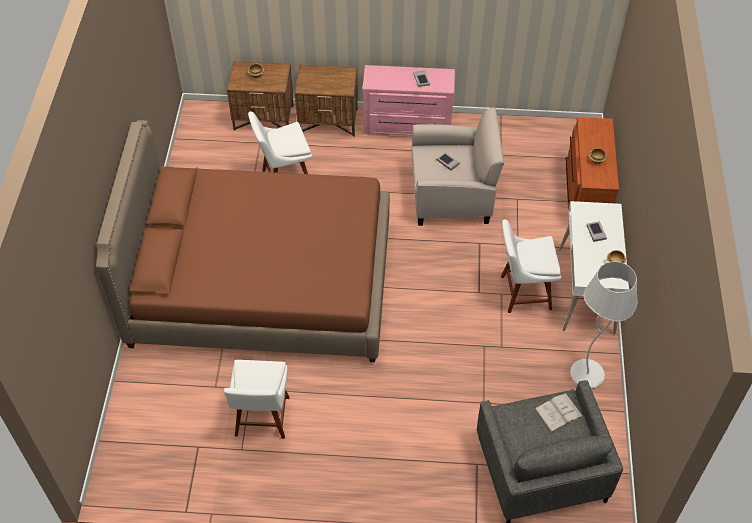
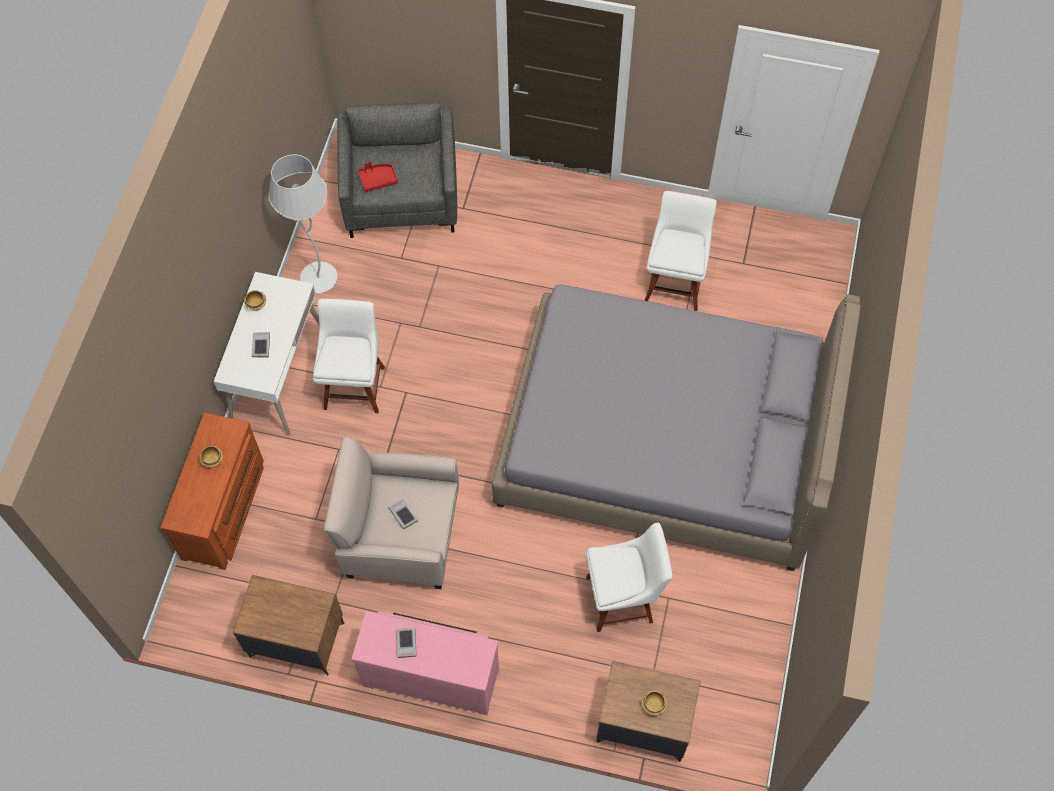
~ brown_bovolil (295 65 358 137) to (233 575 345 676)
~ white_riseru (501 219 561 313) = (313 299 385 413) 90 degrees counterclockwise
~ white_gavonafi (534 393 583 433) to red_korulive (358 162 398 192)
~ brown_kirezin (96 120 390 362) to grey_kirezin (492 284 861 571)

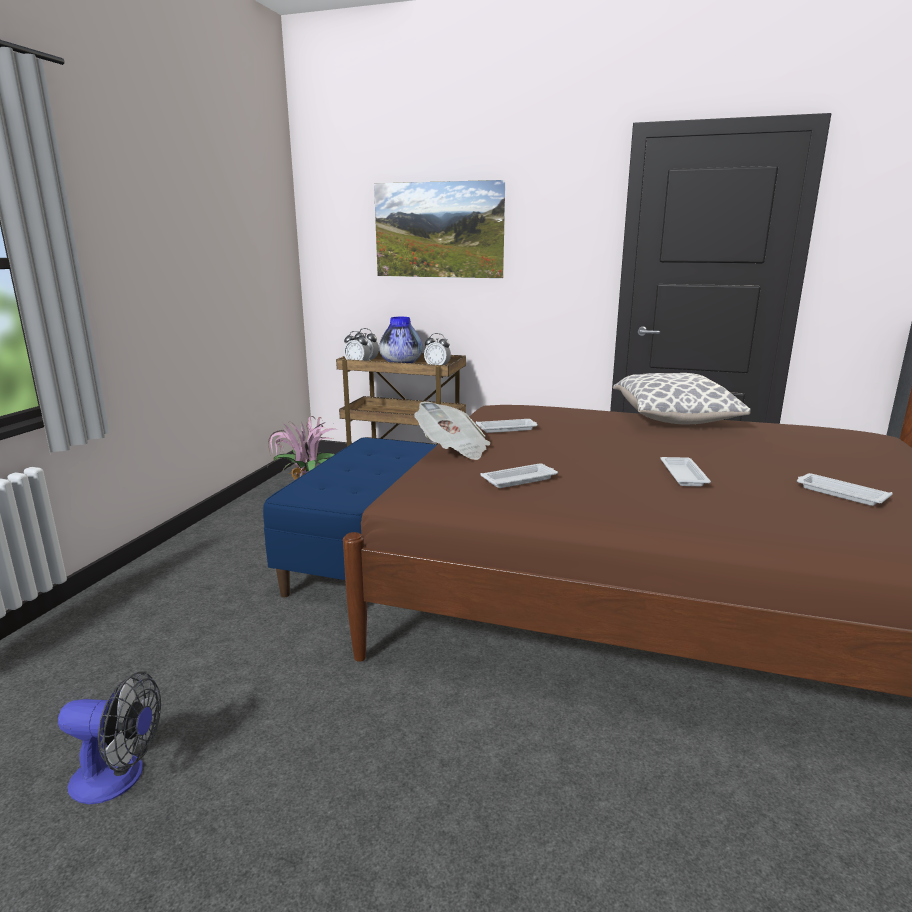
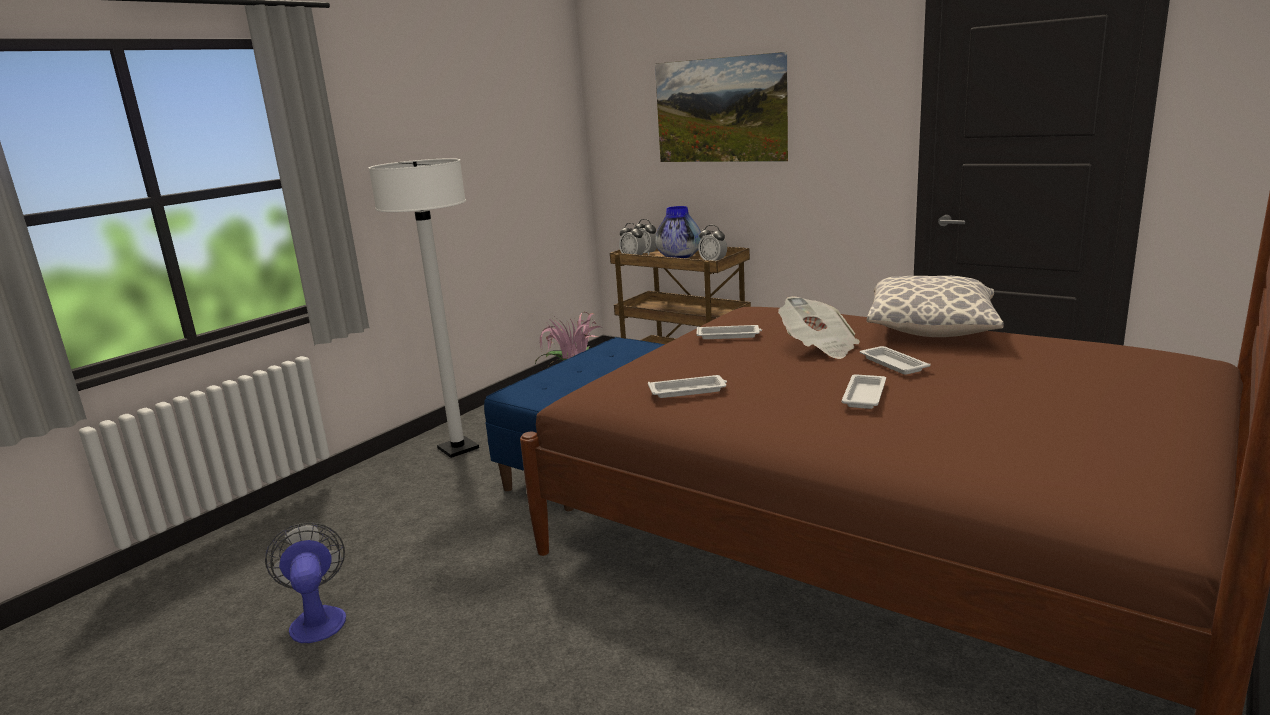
~ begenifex (58 671 161 804) = (265 522 346 643) 135 degrees counterclockwise
+ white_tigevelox (369 158 479 458)
~ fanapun (414 401 490 460) to (778 296 860 359)
~ white_korulive (797 473 893 506) to (860 346 931 375)

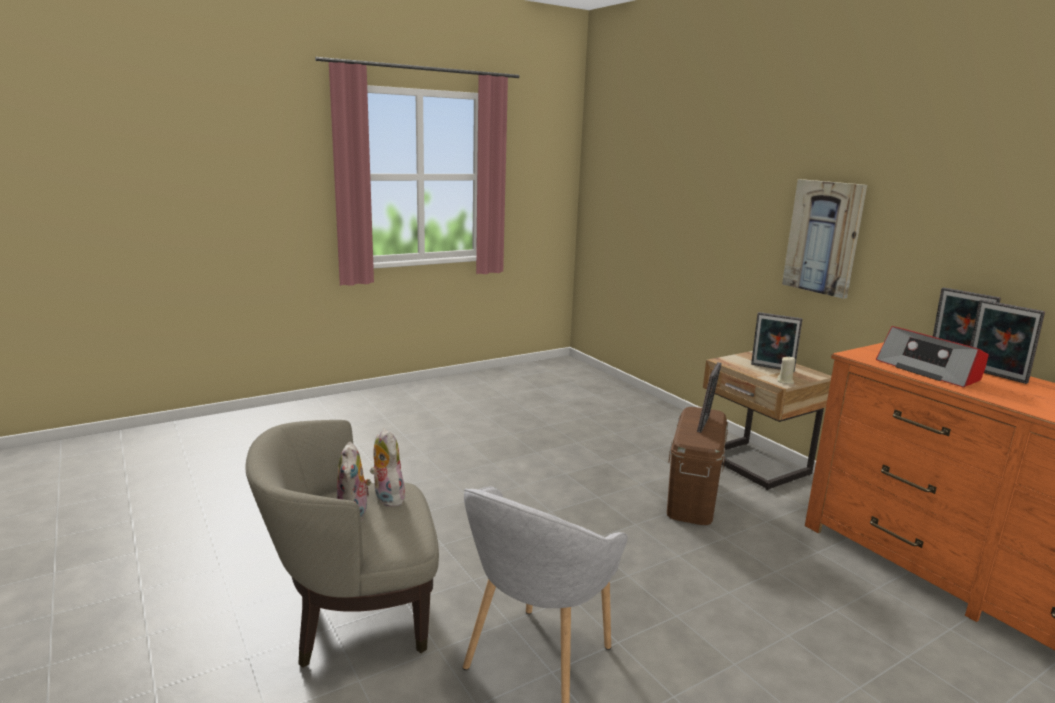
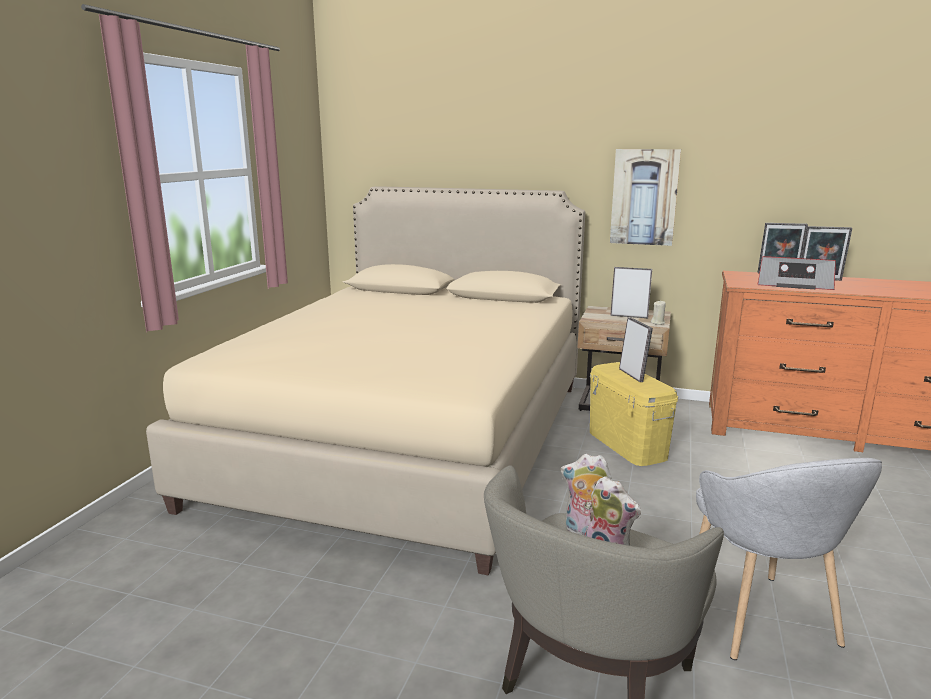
+ beige_kirezin (146 186 585 575)
~ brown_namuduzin (667 407 728 525) to yellow_namuduzin (590 362 678 466)
~ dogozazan (751 312 803 371) = (610 267 652 318) 150 degrees counterclockwise

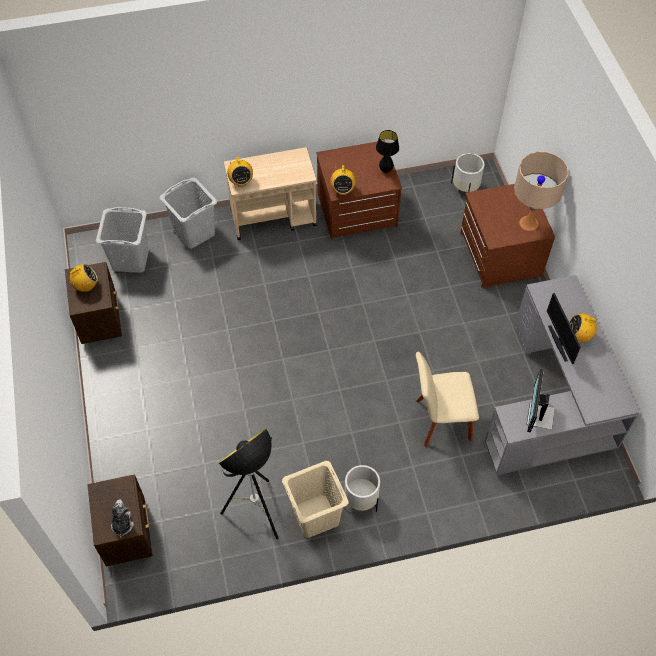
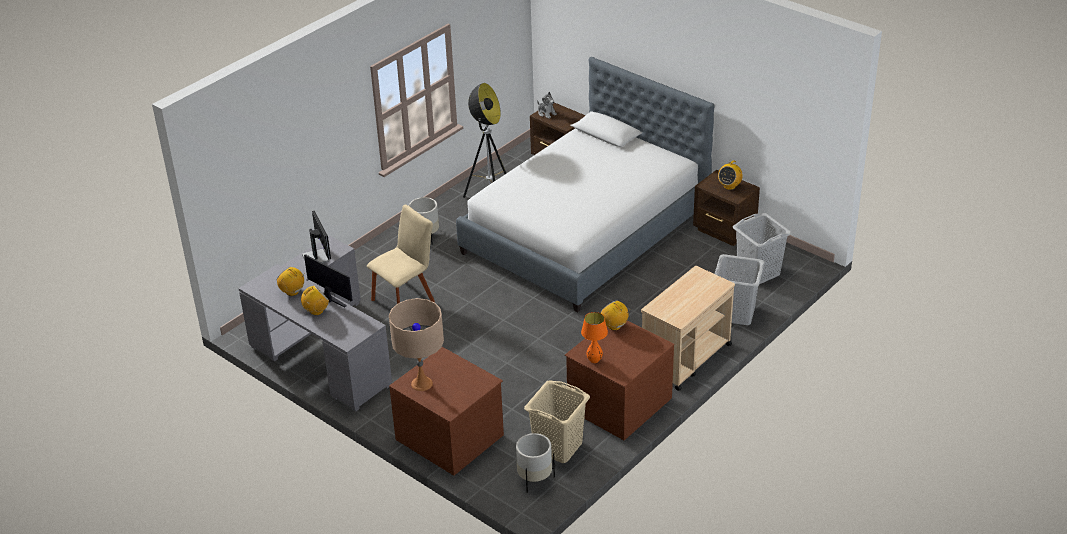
~ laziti (227 157 253 187) to (277 267 305 296)
+ kirezin (456 57 714 313)
~ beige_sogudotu (282 461 348 538) to (524 380 590 463)
~ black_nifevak (376 130 399 173) to orange_nifevak (581 312 608 363)

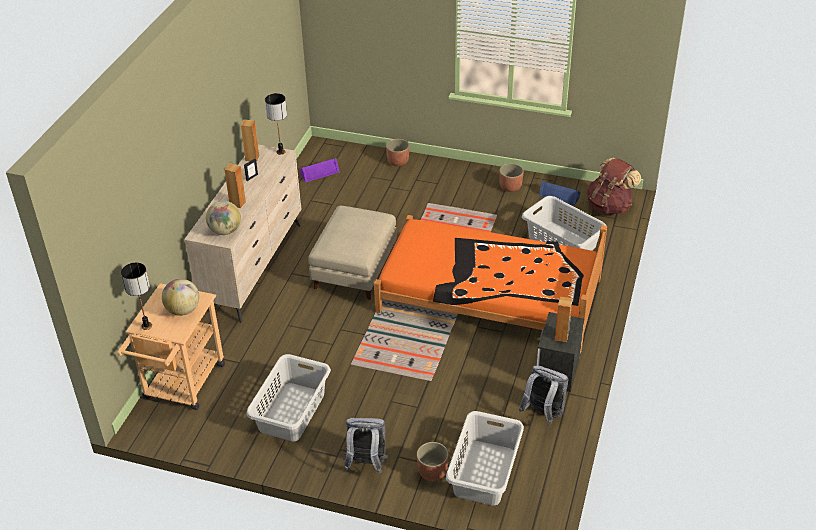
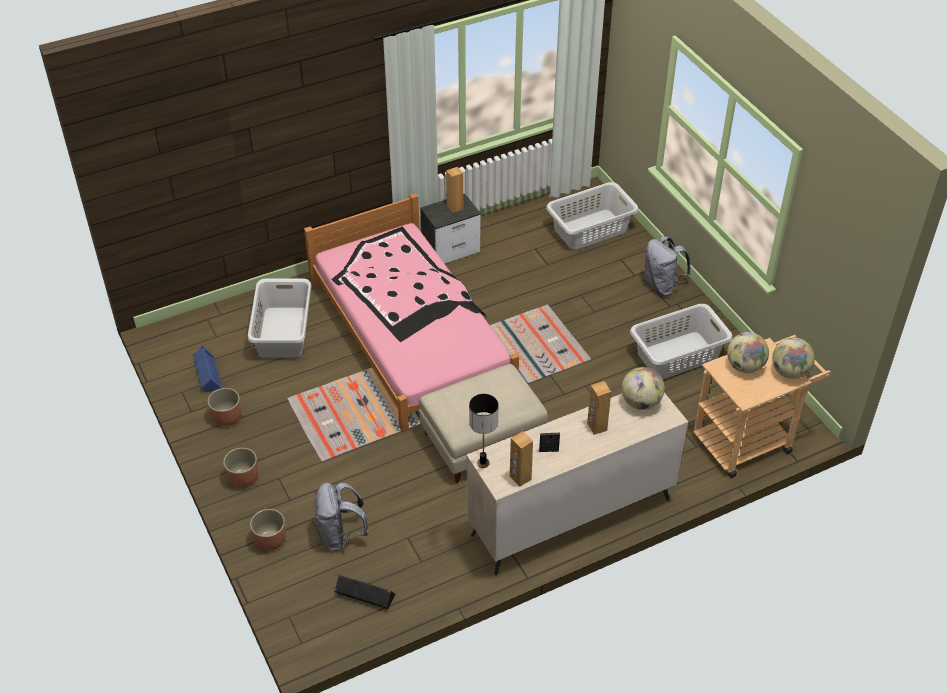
~ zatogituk (417 442 449 481) to (223 448 258 488)
~ orange_kirezin (374 215 607 353) to pink_kirezin (304 193 519 431)
~ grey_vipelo (519 366 569 424) to (315 483 369 551)
~ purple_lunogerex (300 158 340 182) to black_lunogerex (335 575 396 609)
~ nifevak (121 263 152 330) to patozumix (772 338 815 379)
- brown_vipelo (587 158 641 215)

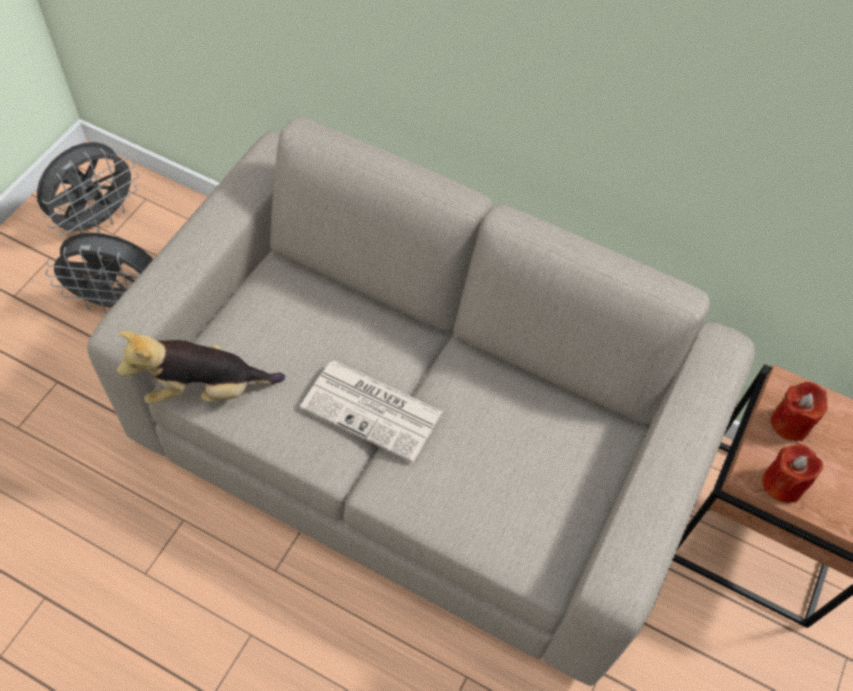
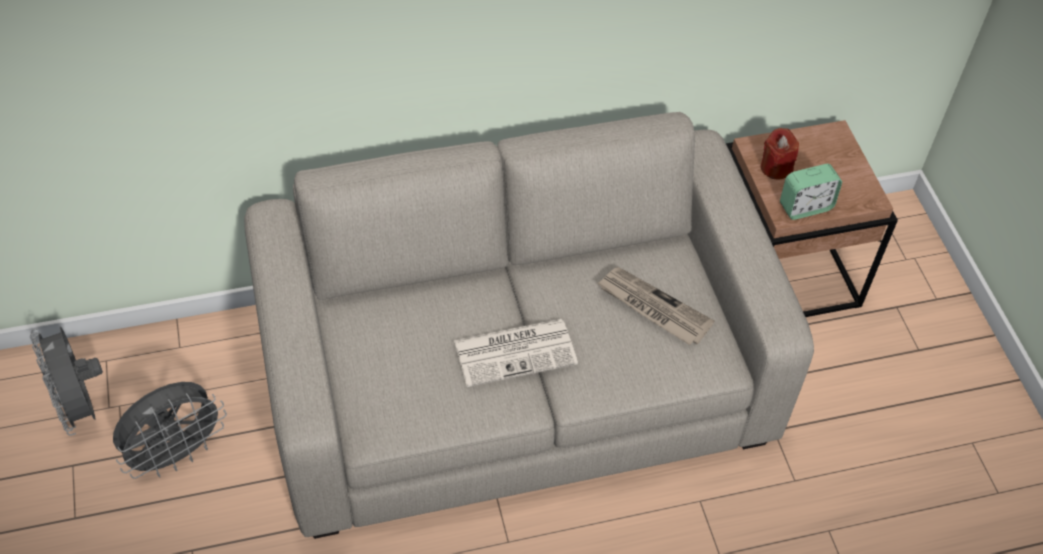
~ grey_begenifex (37 142 139 236) = (30 326 103 436) 150 degrees clockwise
+ fanapun (597 267 714 345)
~ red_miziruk (762 444 823 503) to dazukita (780 164 842 220)
- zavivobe (117 331 285 405)

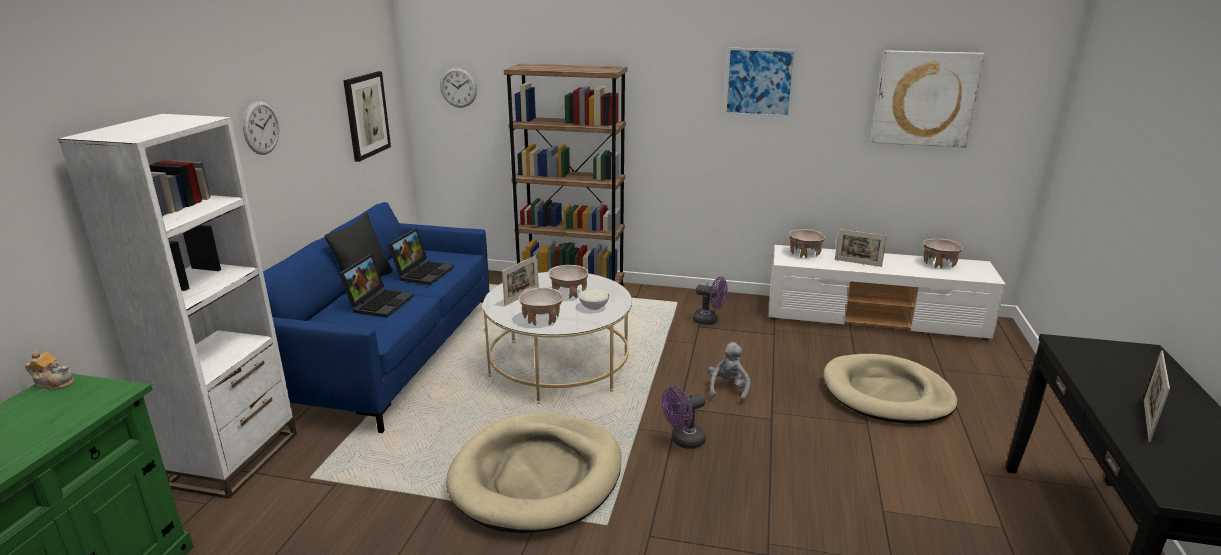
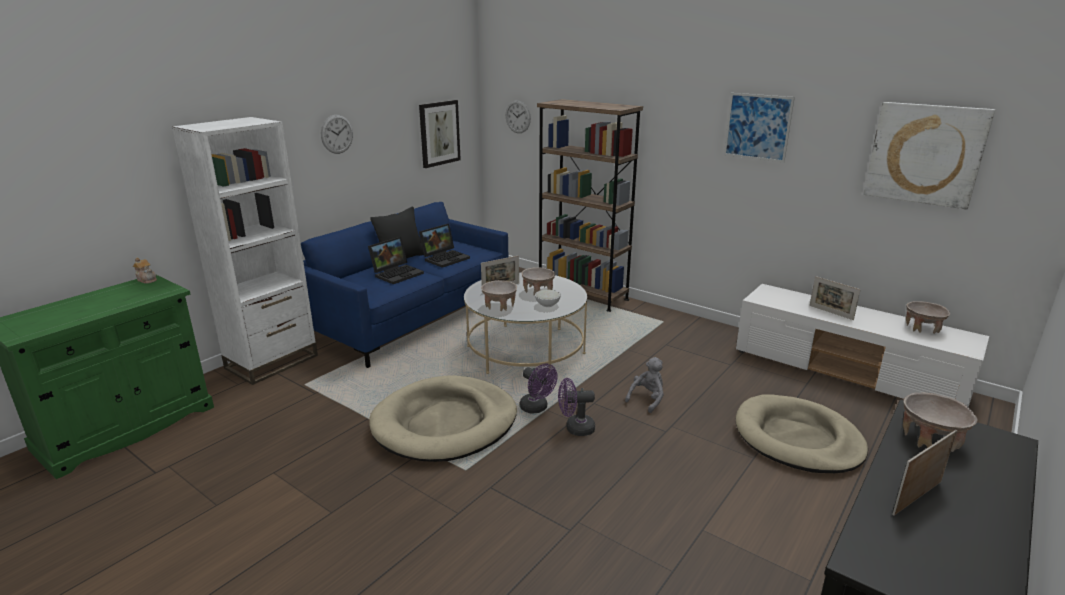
~ purple_begenifex (693 276 728 325) to (520 363 558 413)
~ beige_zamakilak (789 229 826 258) to (903 393 977 452)

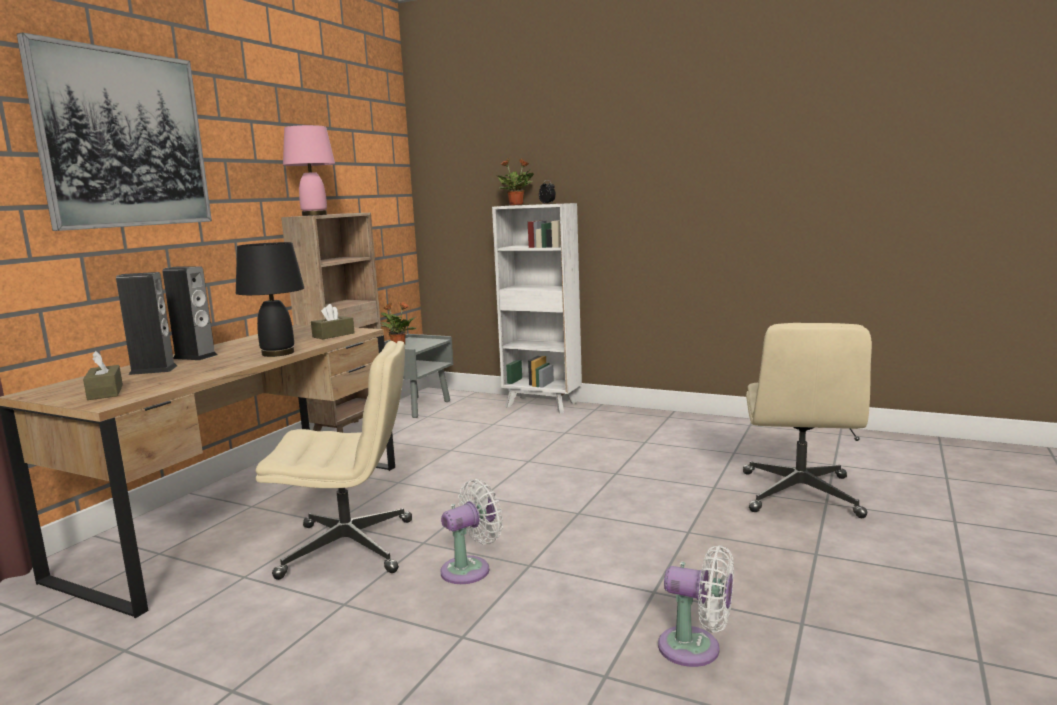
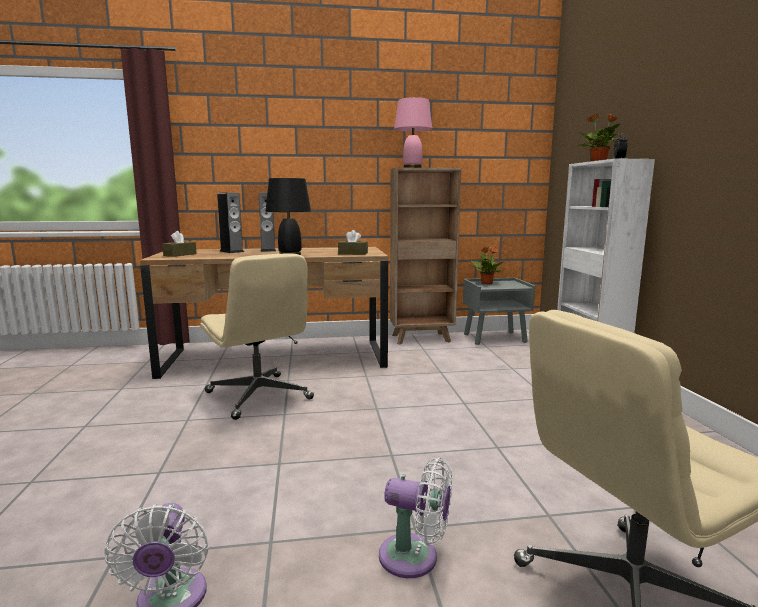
~ white_begenifex (440 479 503 584) to (379 458 452 578)
- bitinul (17 32 212 231)

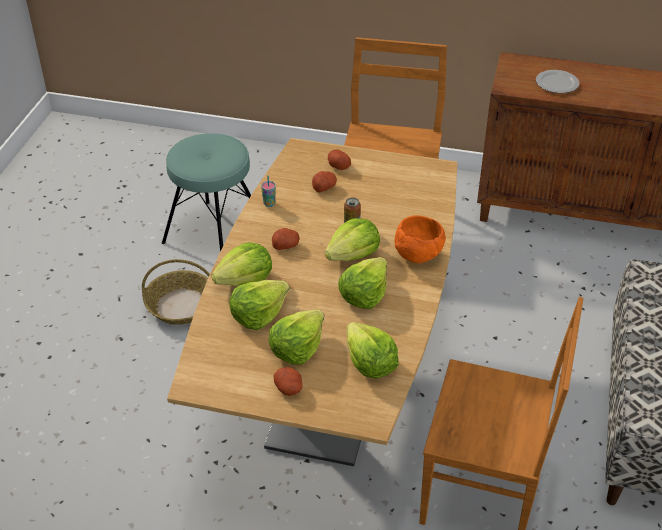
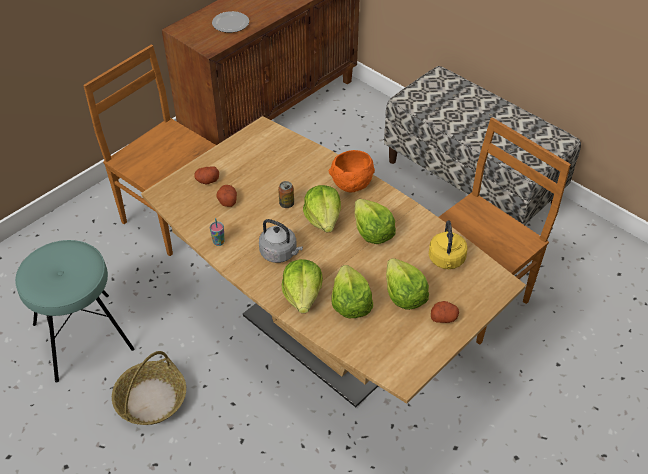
~ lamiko (272 228 300 250) to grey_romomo (259 219 303 263)
~ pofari (347 322 399 378) to yellow_romomo (429 221 468 269)

